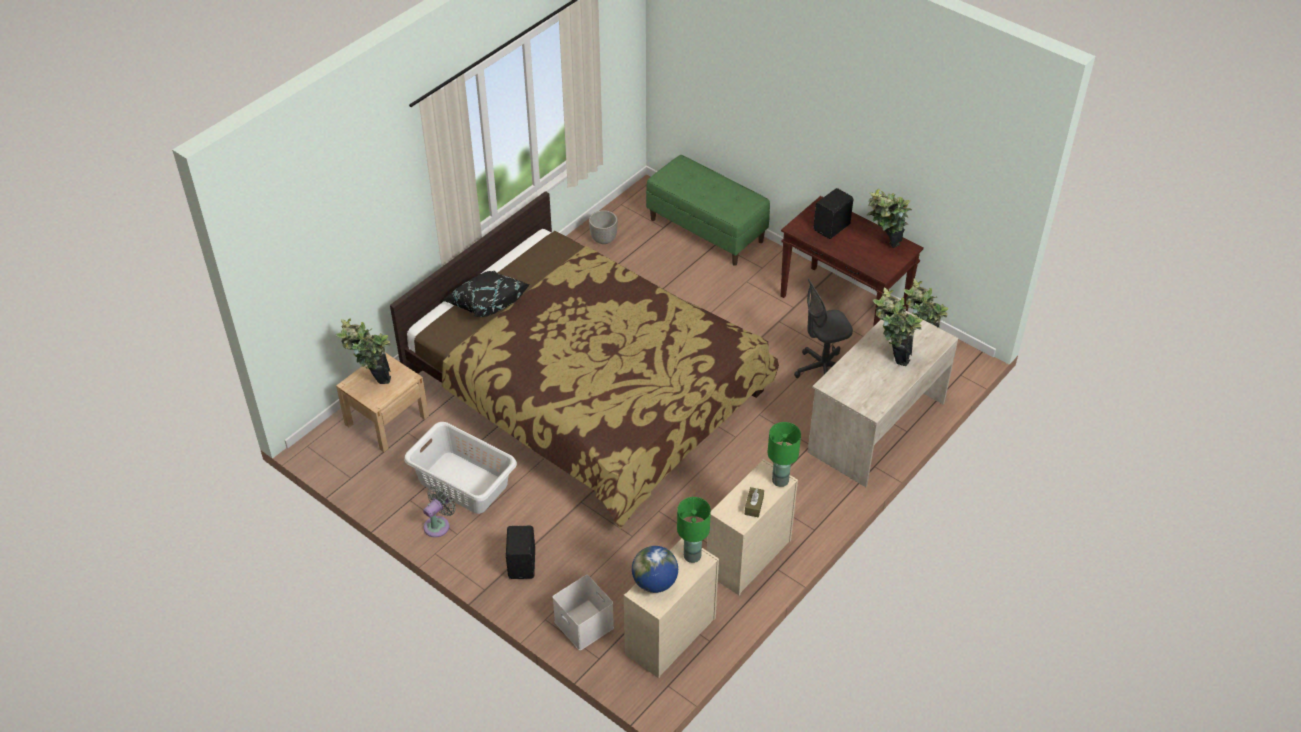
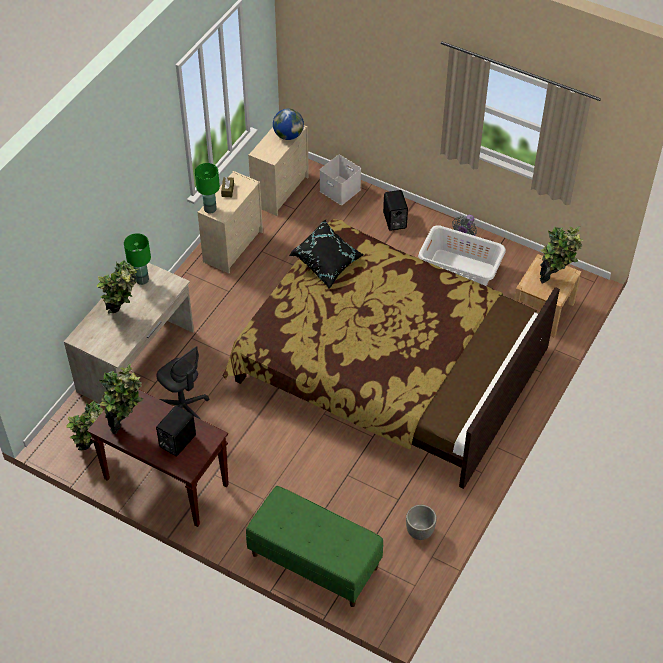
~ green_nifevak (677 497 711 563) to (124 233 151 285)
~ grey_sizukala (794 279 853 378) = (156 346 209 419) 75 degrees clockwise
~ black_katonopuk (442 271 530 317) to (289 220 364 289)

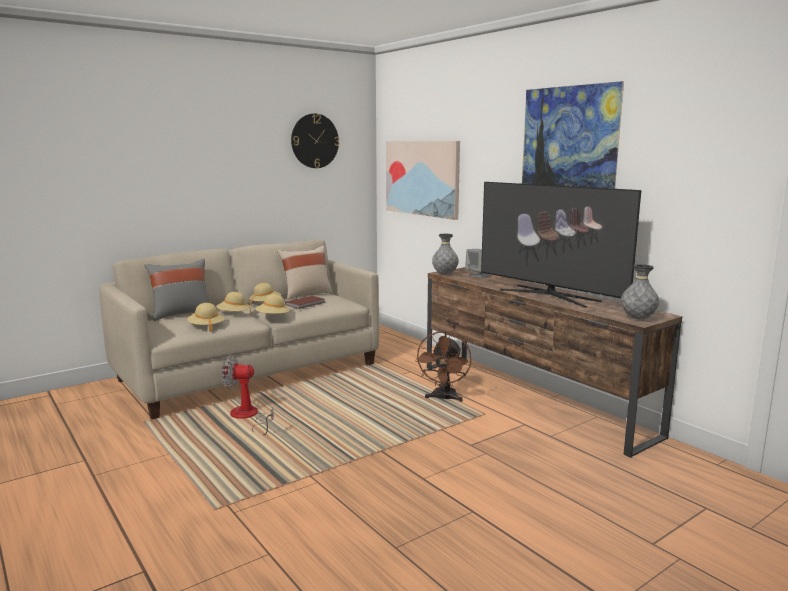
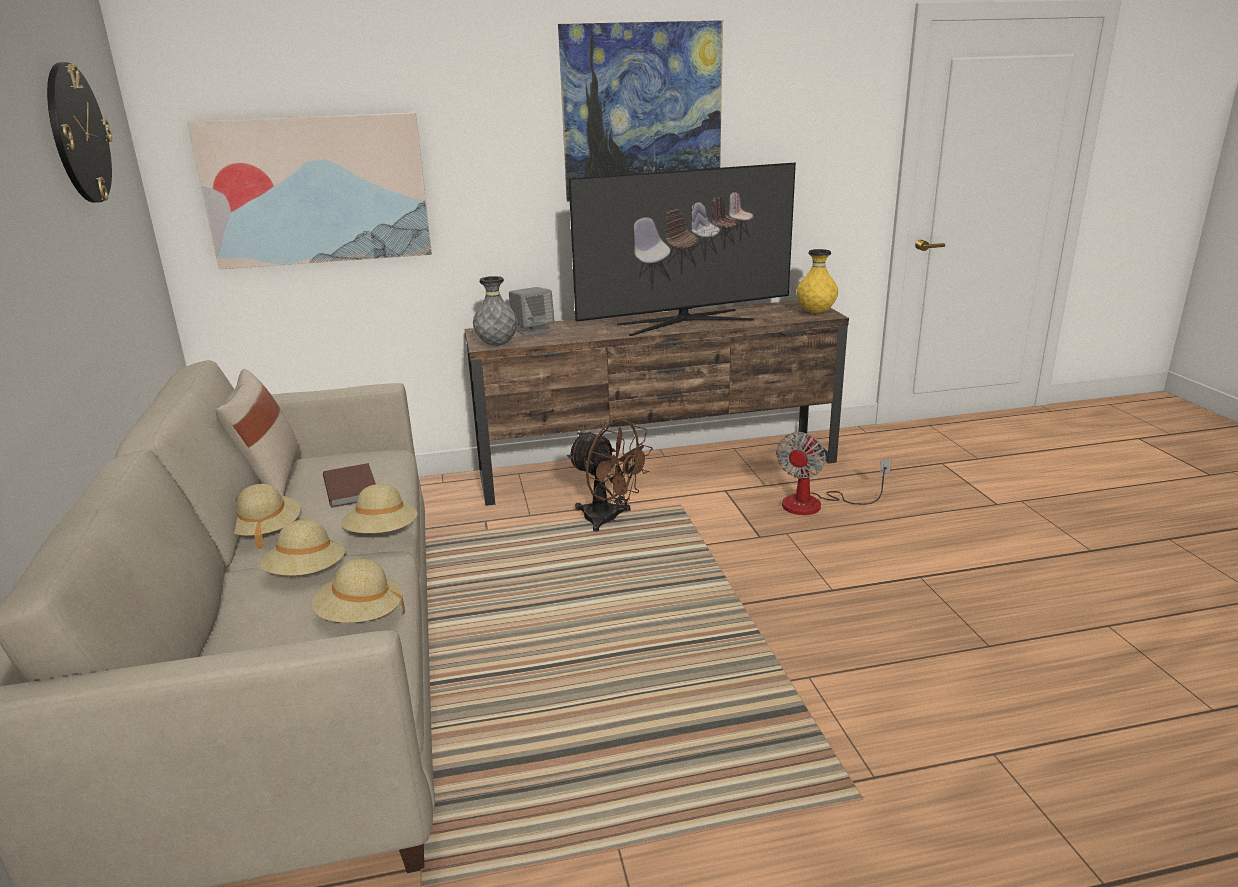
~ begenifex (221 355 274 435) to (776 432 891 515)
~ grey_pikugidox (621 264 659 319) to yellow_pikugidox (796 249 838 314)
- grey_katonopuk (144 259 209 321)

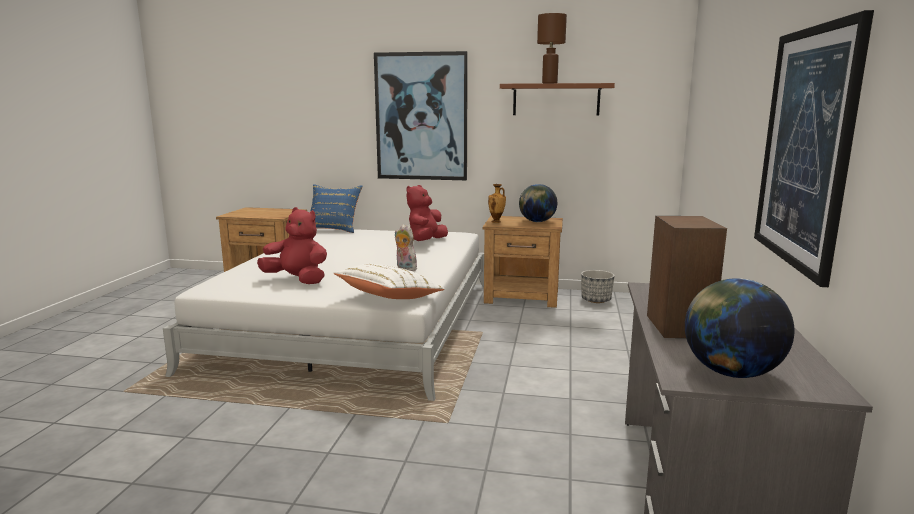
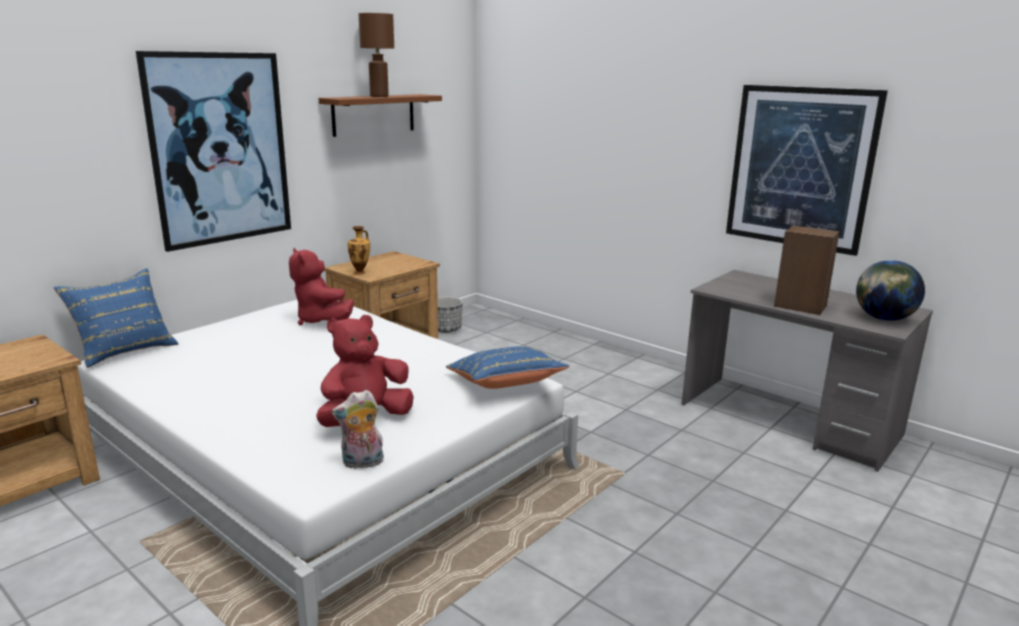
~ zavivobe (395 224 417 271) to (332 390 384 469)
~ white_katonopuk (333 264 445 299) to blue_katonopuk (446 346 569 389)
- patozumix (519 184 557 222)

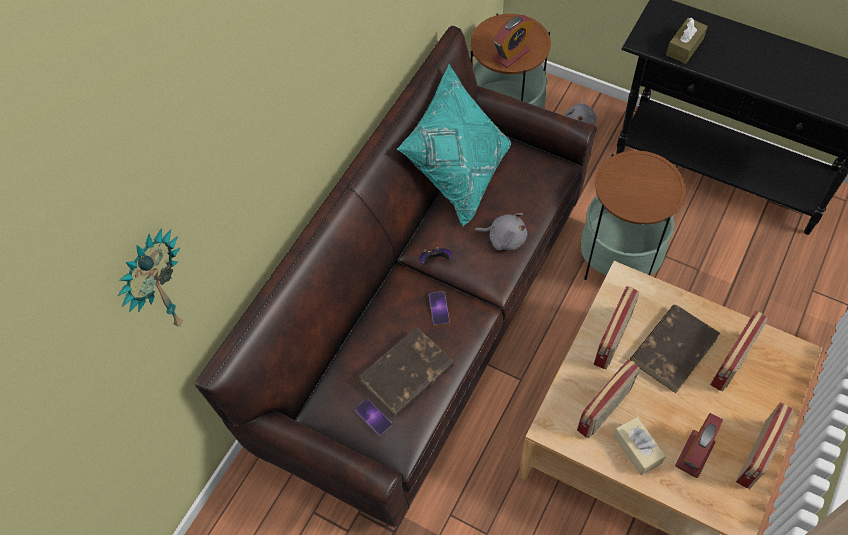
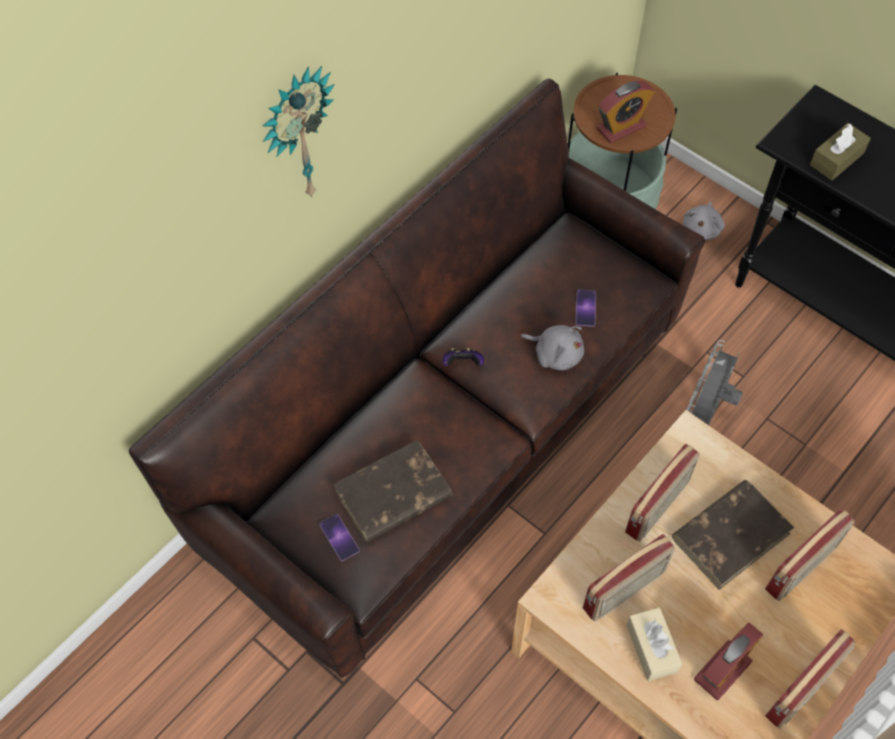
~ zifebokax (118 228 183 327) to (263 66 335 198)
~ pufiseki (429 291 450 325) to (576 289 596 327)
~ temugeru (581 151 686 280) to grey_begenifex (687 340 743 425)
- turquoise_katonopuk (397 64 511 227)

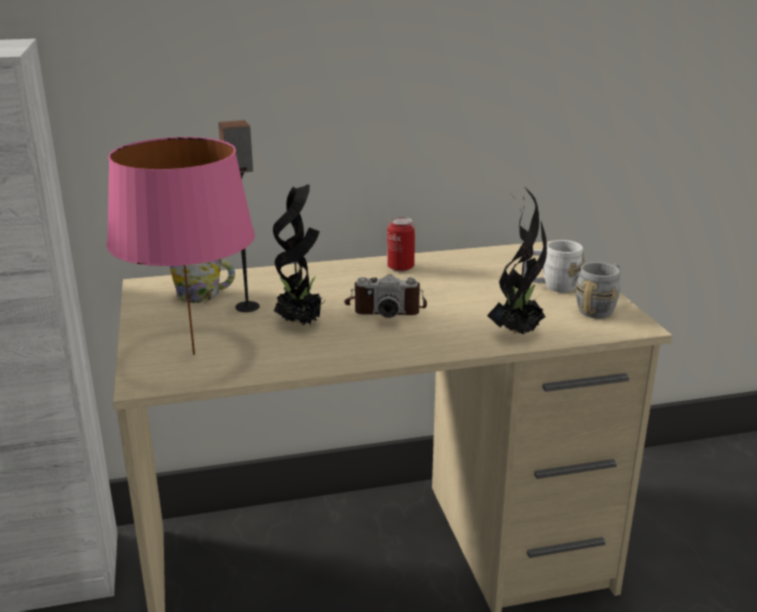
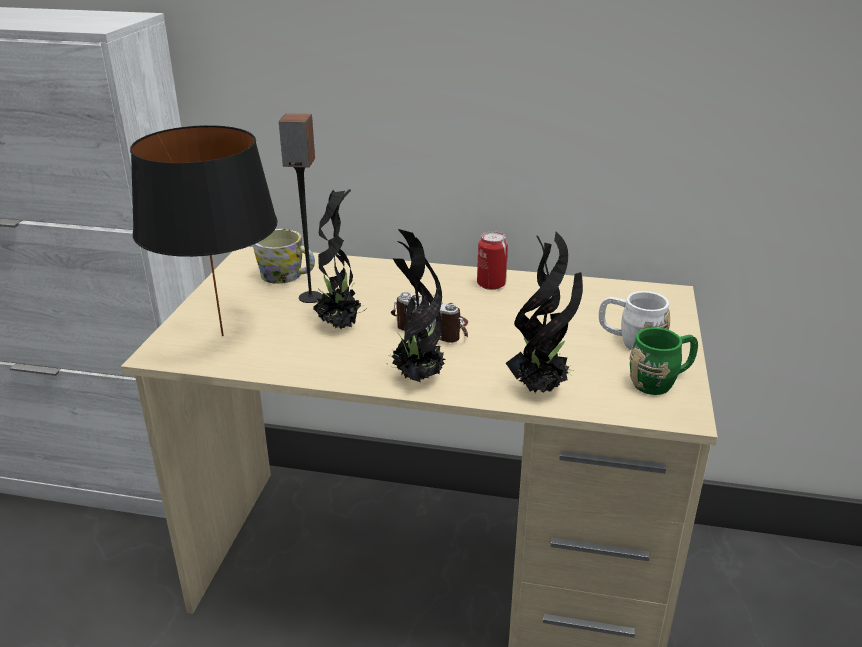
~ pink_nifevak (107 137 255 355) to black_nifevak (130 125 278 336)
+ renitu (390 229 446 382)
~ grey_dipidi (576 262 620 318) to green_dipidi (629 327 698 395)

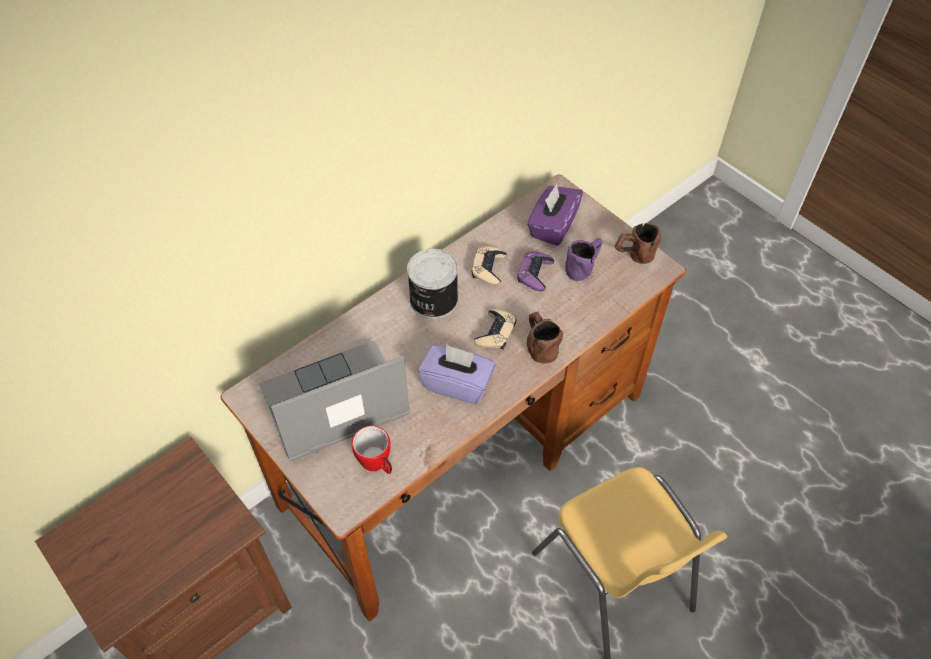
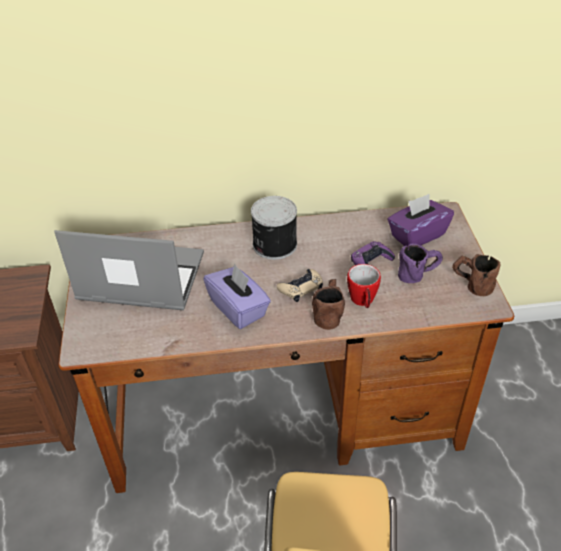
~ dipidi (352 426 392 474) to (347 264 381 308)
- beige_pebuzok (472 246 507 285)

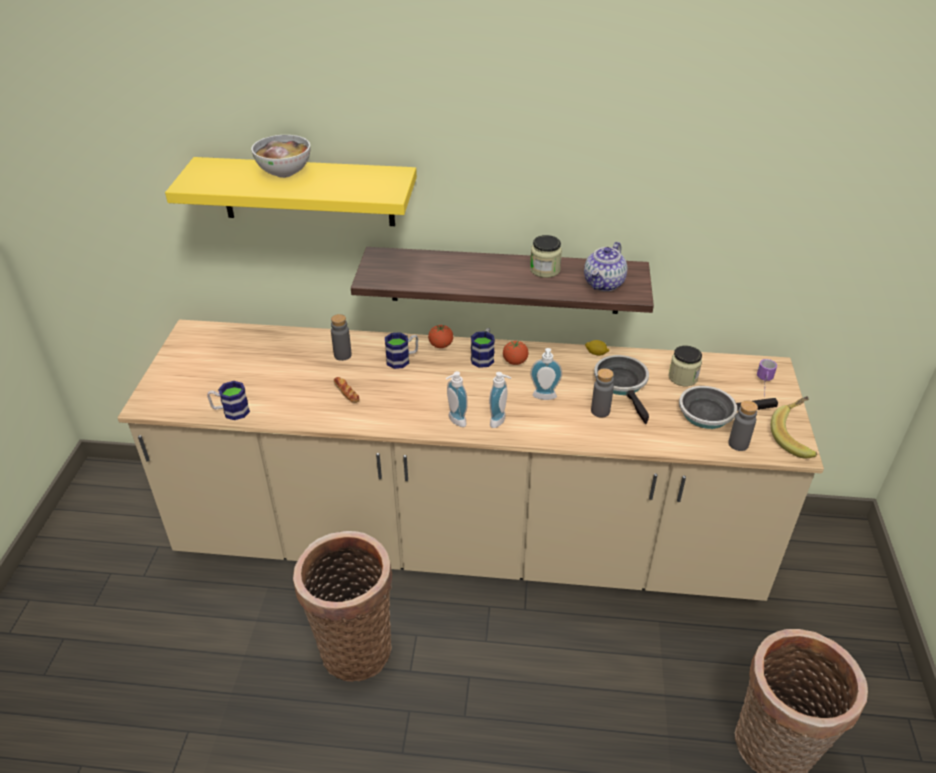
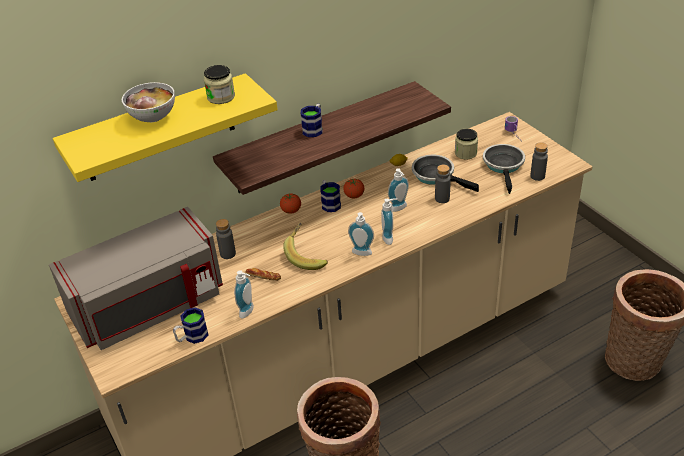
+ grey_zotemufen (49 207 223 350)
~ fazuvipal (530 235 562 278) to (204 65 235 104)
+ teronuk (234 270 254 319)
~ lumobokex (771 396 817 459) to (283 223 328 270)
~ dipidi (385 332 418 369) to (300 104 323 137)
~ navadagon (679 386 778 429) = (483 144 525 194) 135 degrees clockwise
- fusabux (584 242 627 291)

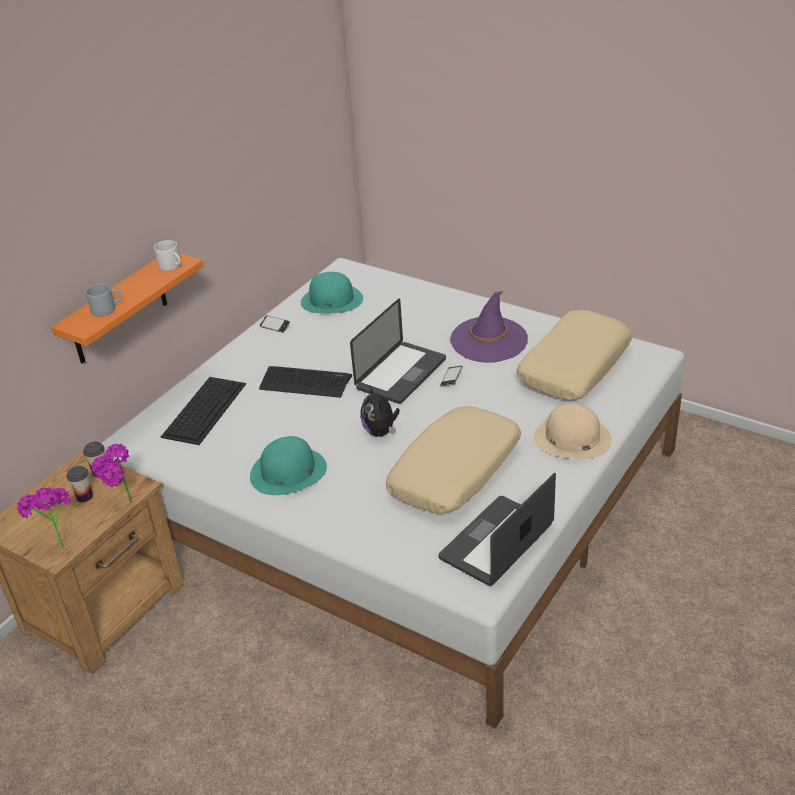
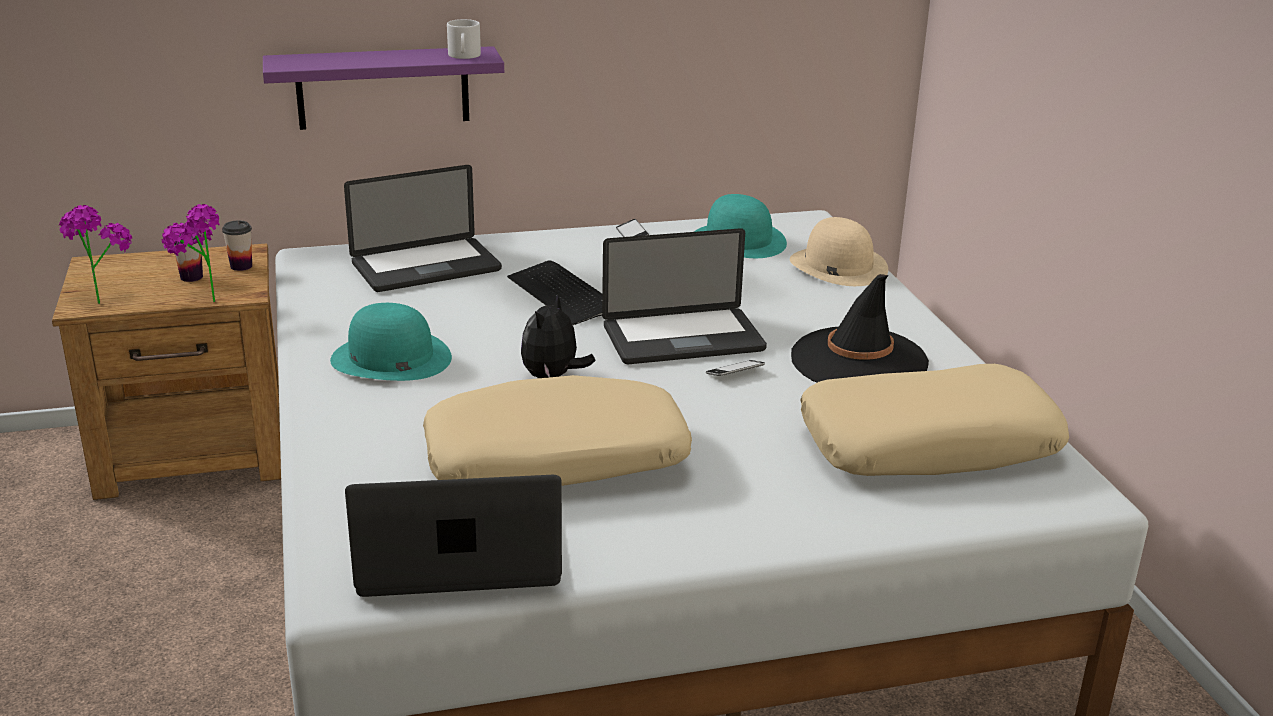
~ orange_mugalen (51 253 204 364) to purple_mugalen (263 46 504 130)
~ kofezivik (161 377 246 445) to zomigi (344 165 502 292)
~ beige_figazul (534 404 612 459) to (790 217 888 286)
~ purple_figazul (450 291 528 363) to black_figazul (791 274 929 383)
- grey_dipidi (86 284 122 316)

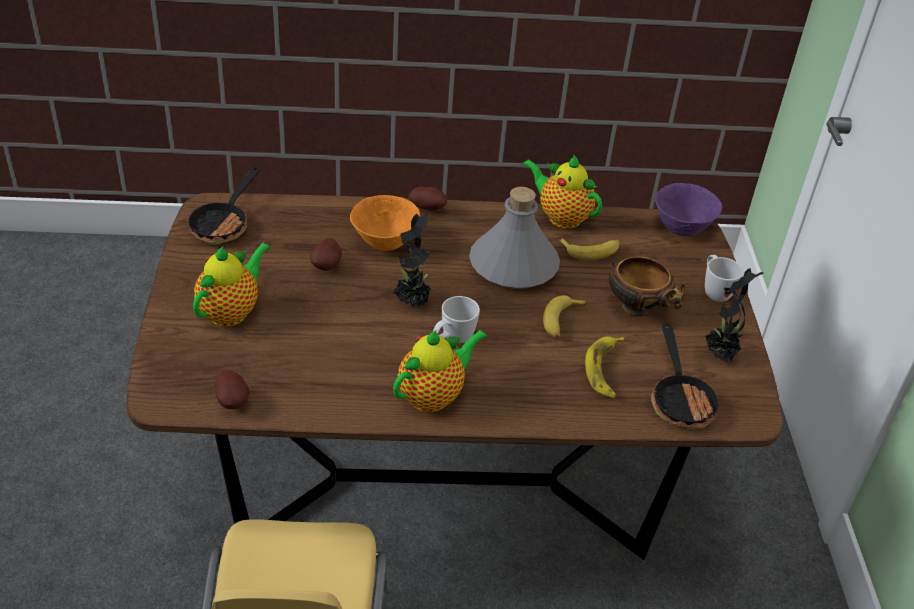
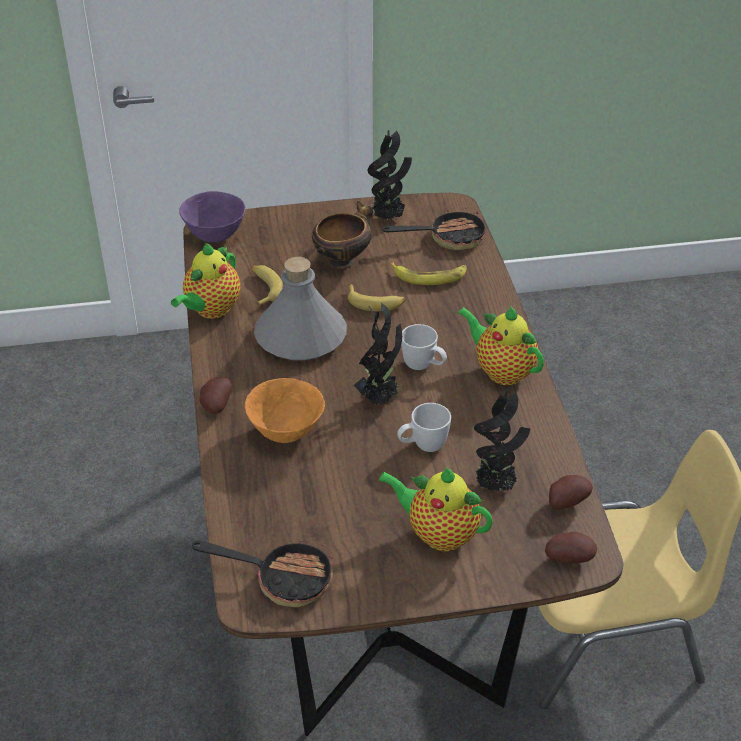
~ white_dipidi (705 255 743 302) to (397 403 451 452)
+ renitu (474 388 531 491)
~ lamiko (310 238 342 271) to (545 532 597 564)

